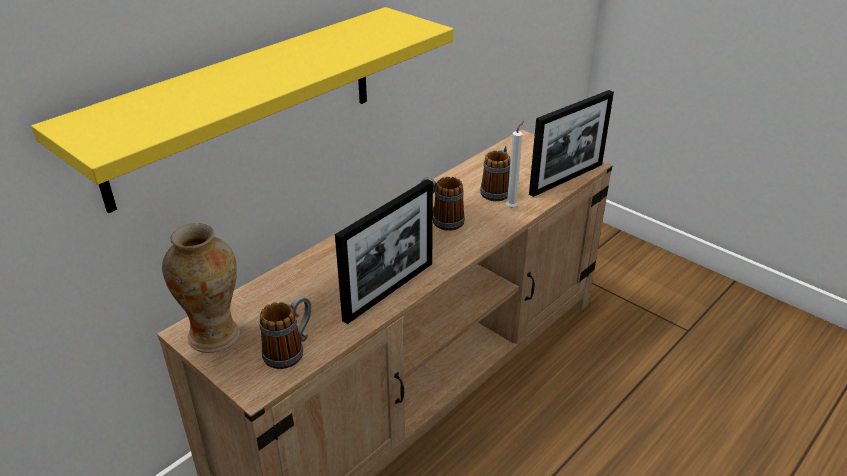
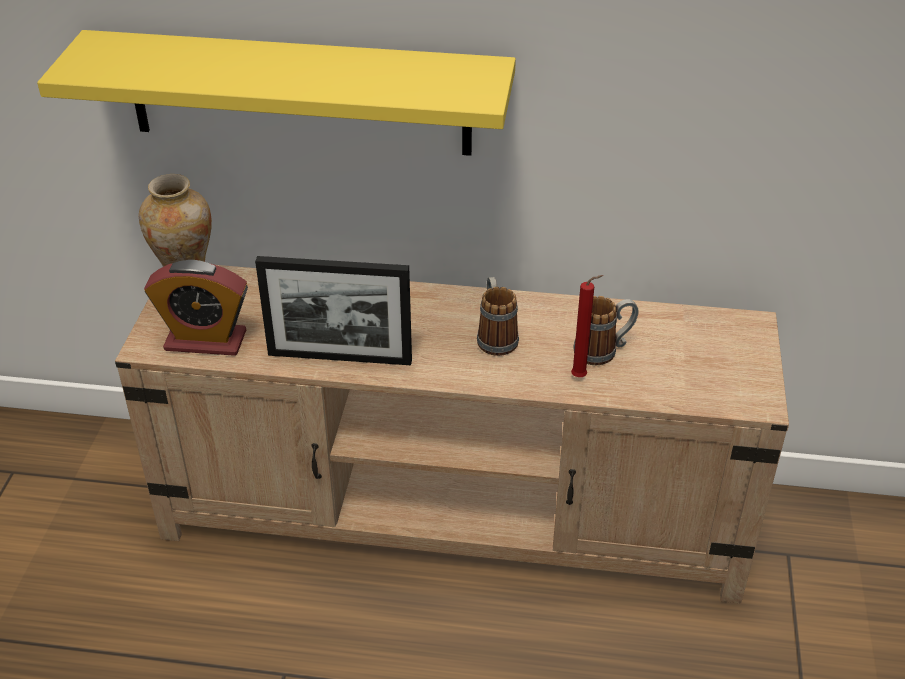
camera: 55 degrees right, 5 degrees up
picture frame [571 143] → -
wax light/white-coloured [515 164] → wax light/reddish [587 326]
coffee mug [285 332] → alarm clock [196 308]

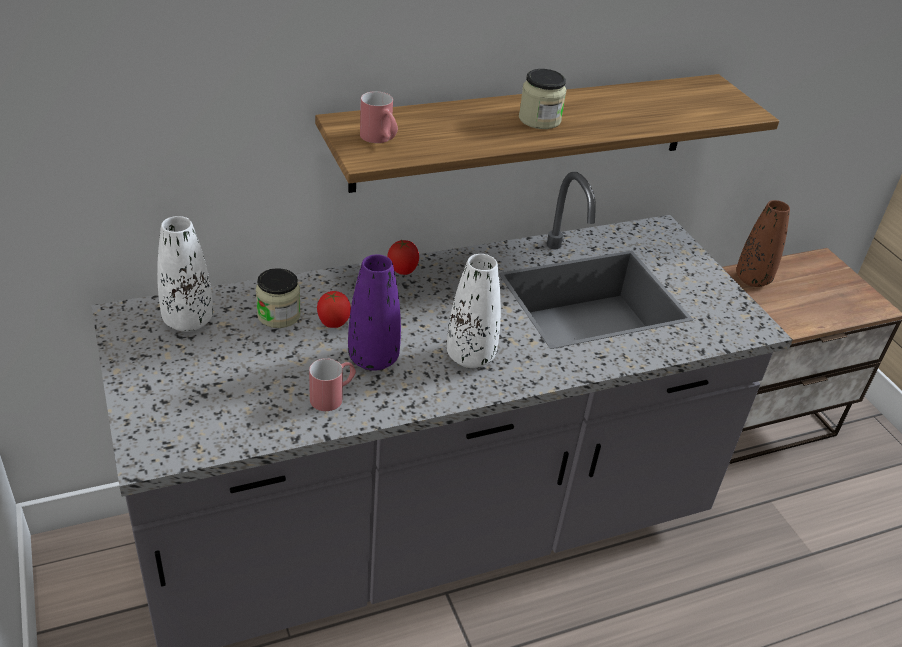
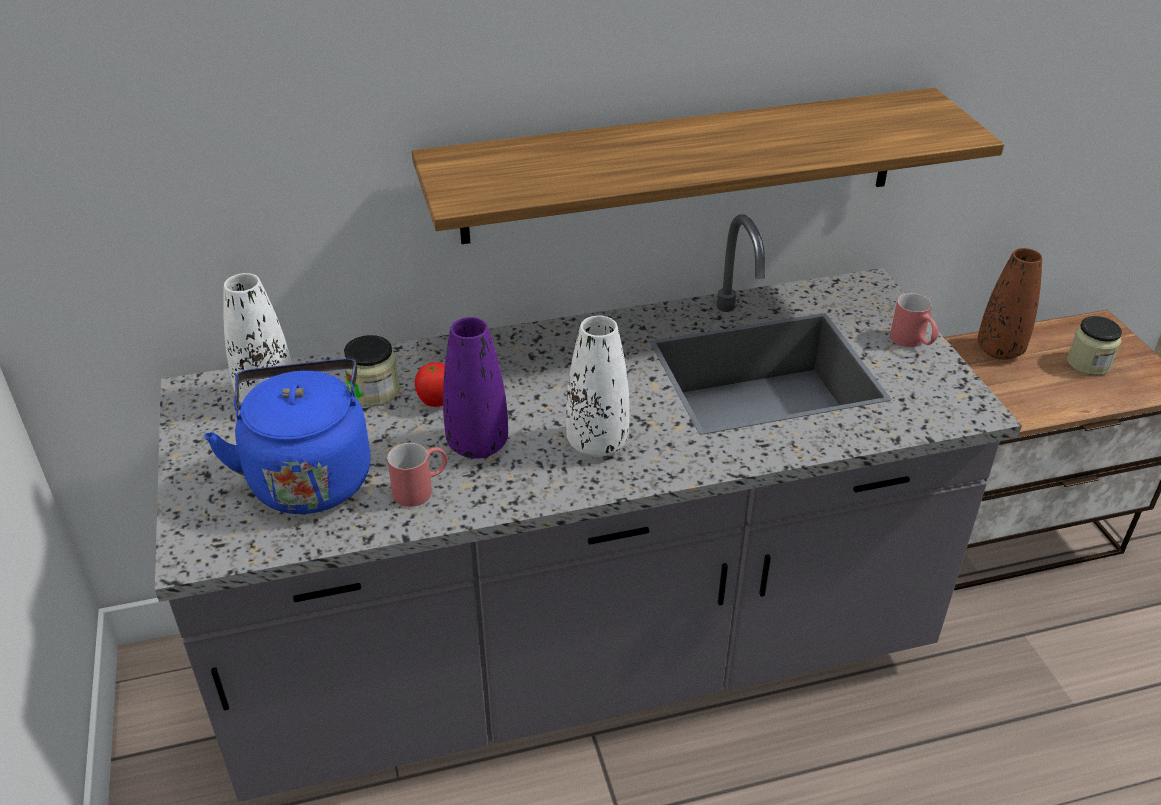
camera: 10 degrees right, 0 degrees up
preserve jar [542 99] → preserve jar [1094 346], shifted
coffee mug/reddish [379 117] → coffee mug/reddish [914 320], shifted
whole tomato [403 257] → -
- → water kettle/blue-coloured [287 436]

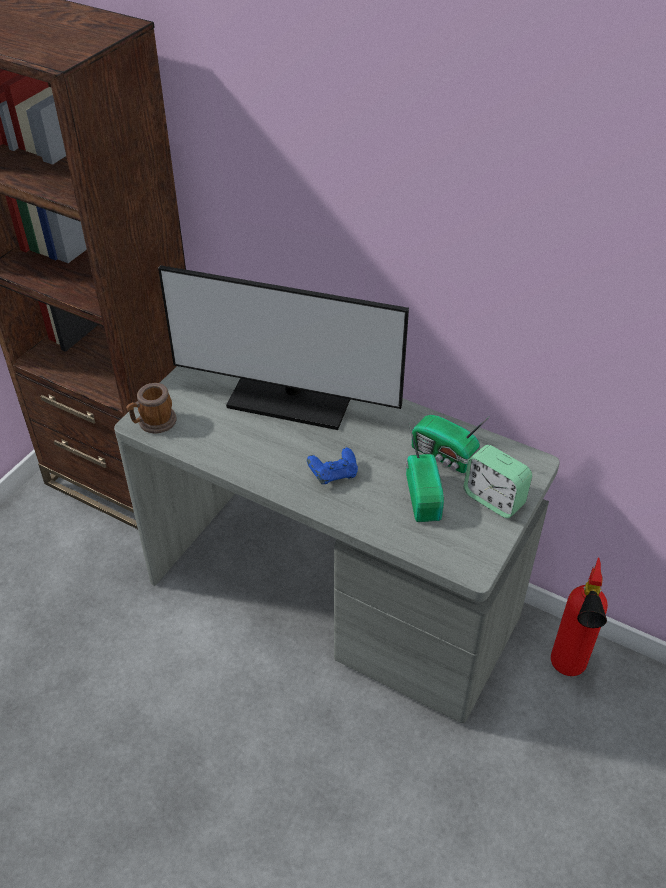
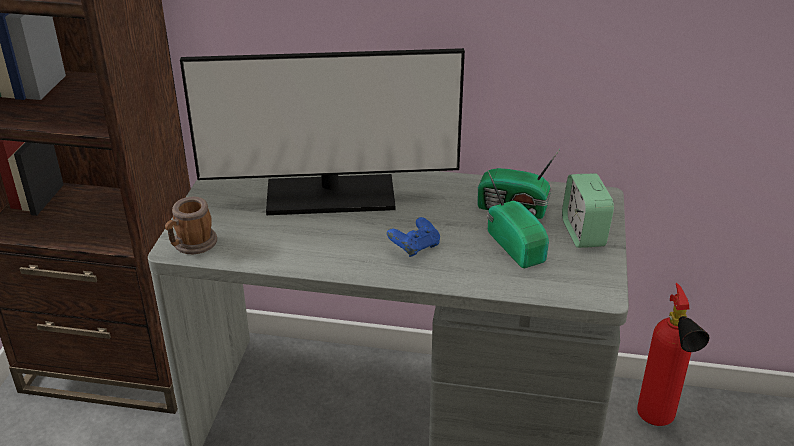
camera: 20 degrees left, 10 degrees down
alarm clock [498 481] → alarm clock [588 210], 60 degrees clockwise

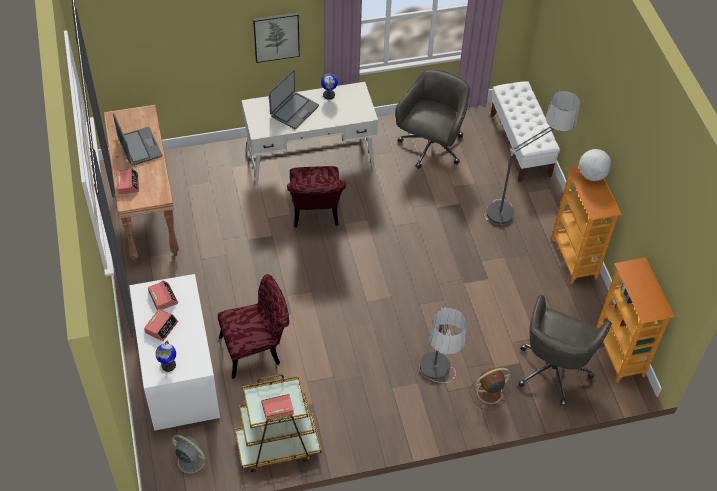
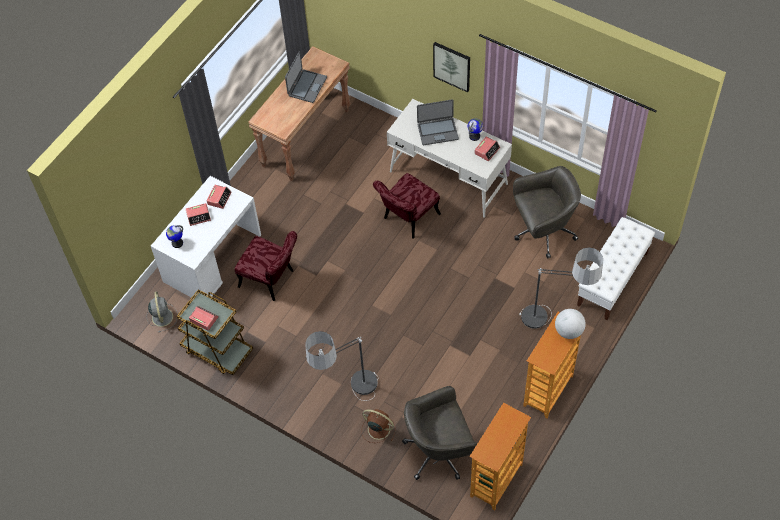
camera: 50 degrees right, 5 degrees up
alarm clock [127 181] → alarm clock [487 148], shifted

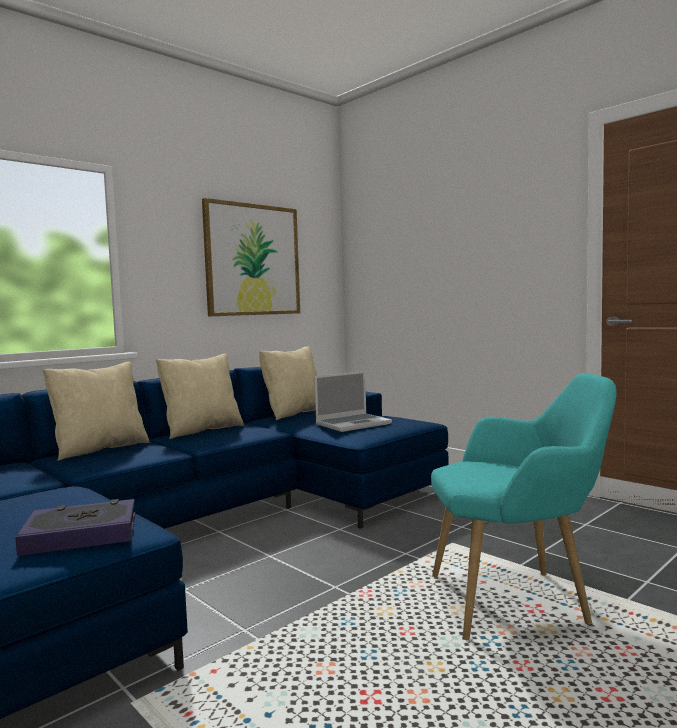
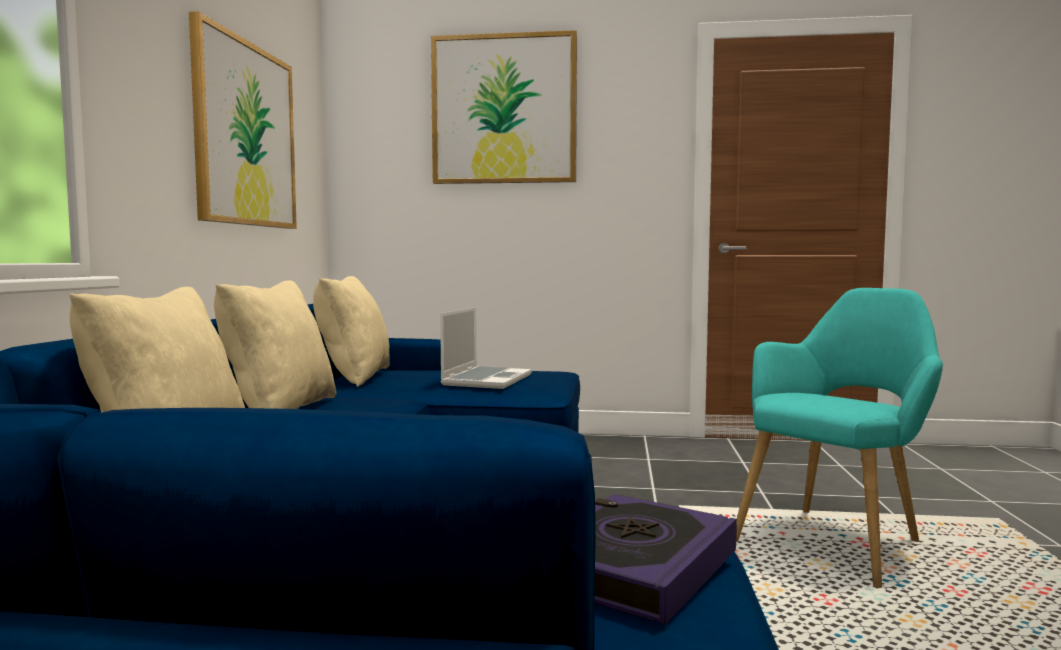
camera: 40 degrees left, 0 degrees up
- → wall art [504 107]

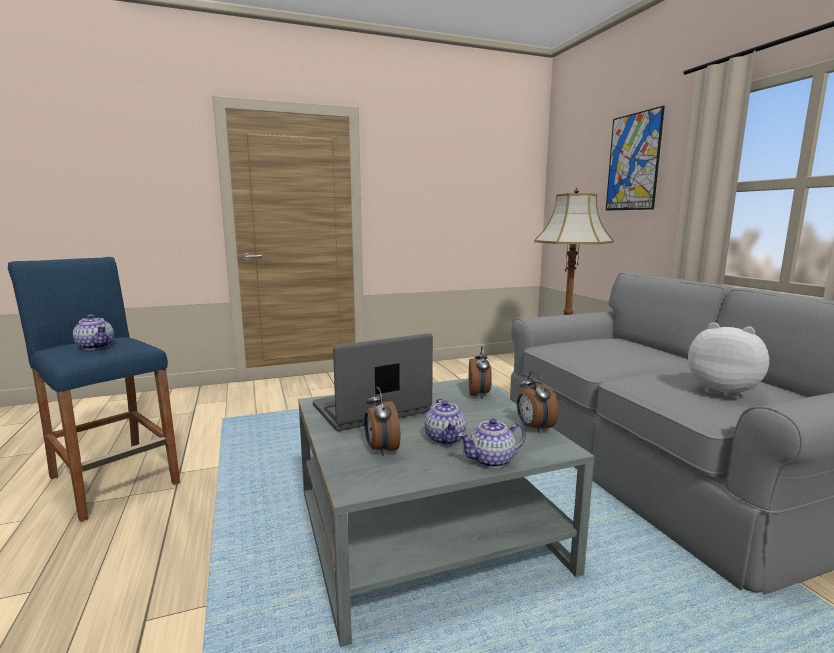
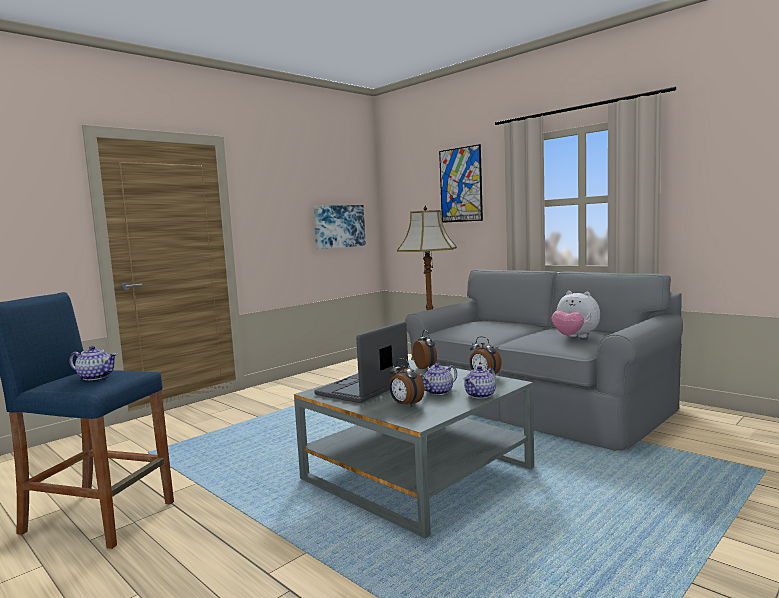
camera: 25 degrees left, 5 degrees down
soft toy [728 360] → soft toy [576 314], 150 degrees counterclockwise
tea pot [445 421] → tea pot [438 379], 90 degrees clockwise
- → wall art [339 227]

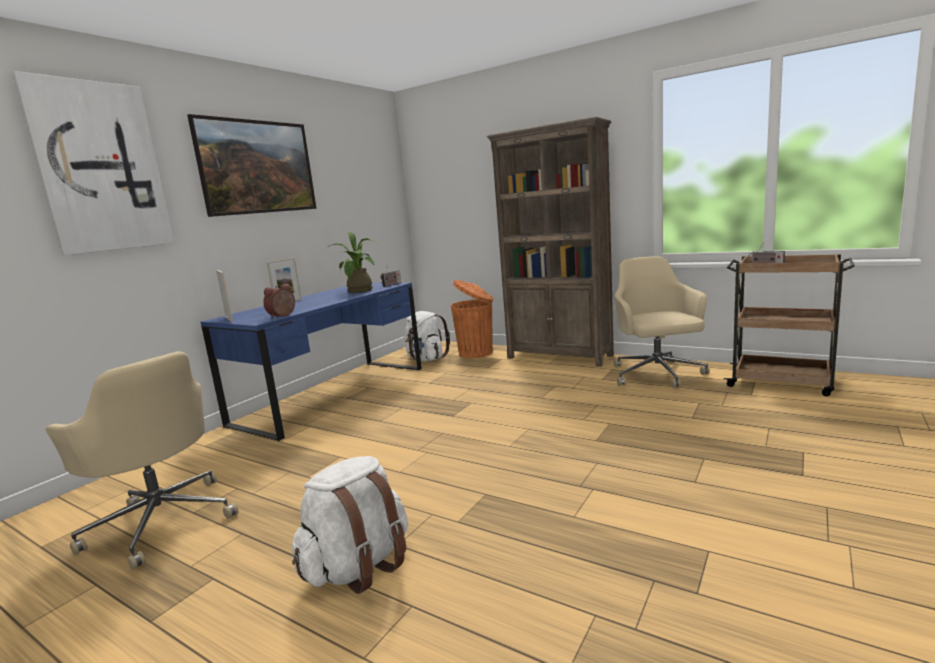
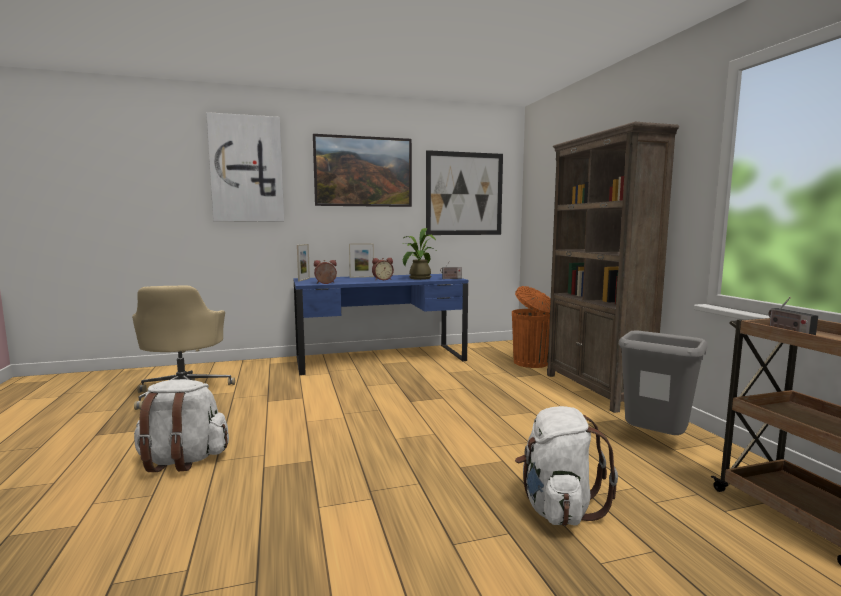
camera: 40 degrees right, 5 degrees down
desk chair/beige [662 322] → waste bin/greyish [662 383]
knapsack/white-coloured [427 336] → knapsack/white-coloured [566 466], shifted
- → wall art [464 192]
- → alarm clock [383 269]

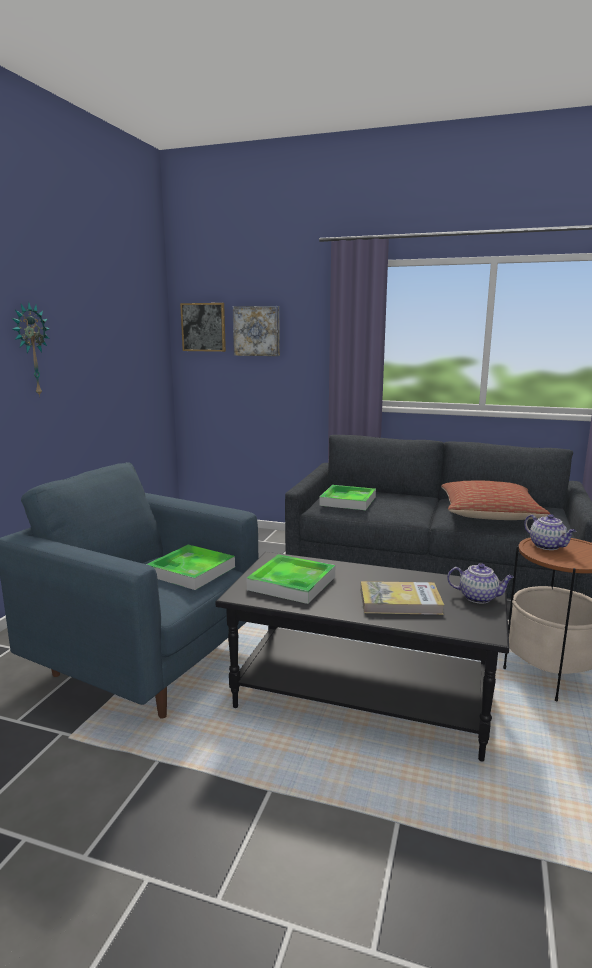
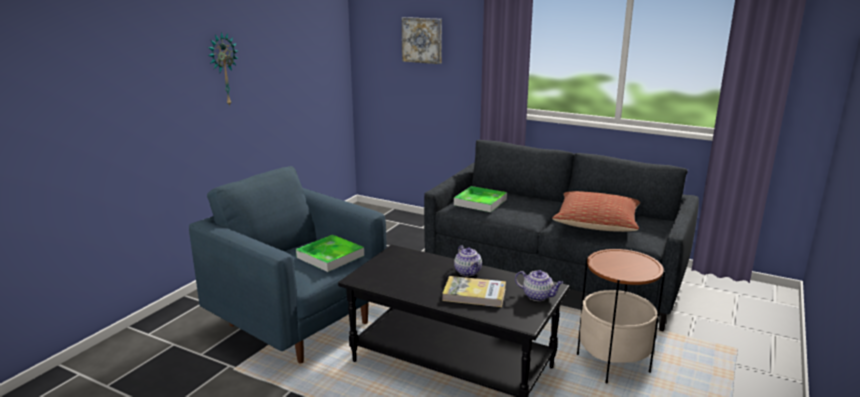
camera: 10 degrees right, 5 degrees up
wall art [203 327] → -
tea pot [550 532] → tea pot [468 260], shifted
tray [291 579] → -

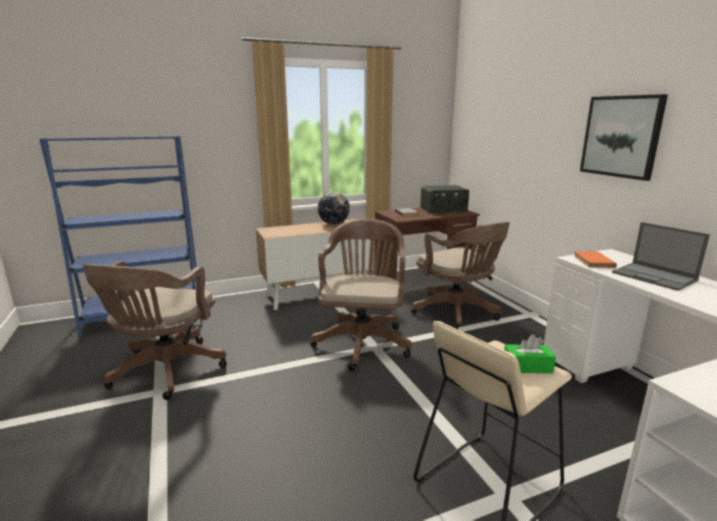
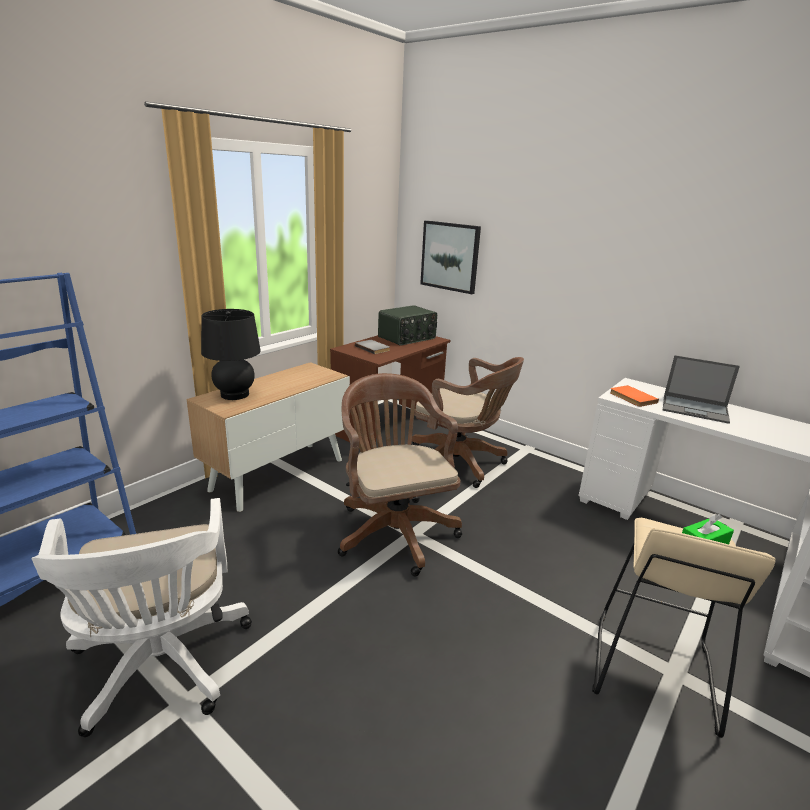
camera: 30 degrees left, 5 degrees up
wall art [624 137] → wall art [450 257], shifted
world globe [334 208] → -
desk chair/brown-coloured [154 330] → desk chair/white-coloured [141 617]
- → lamp for a table/black-coloured [231 354]

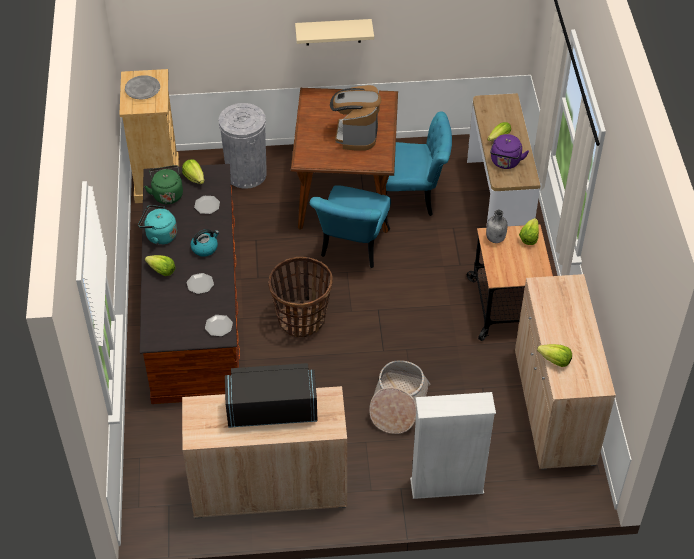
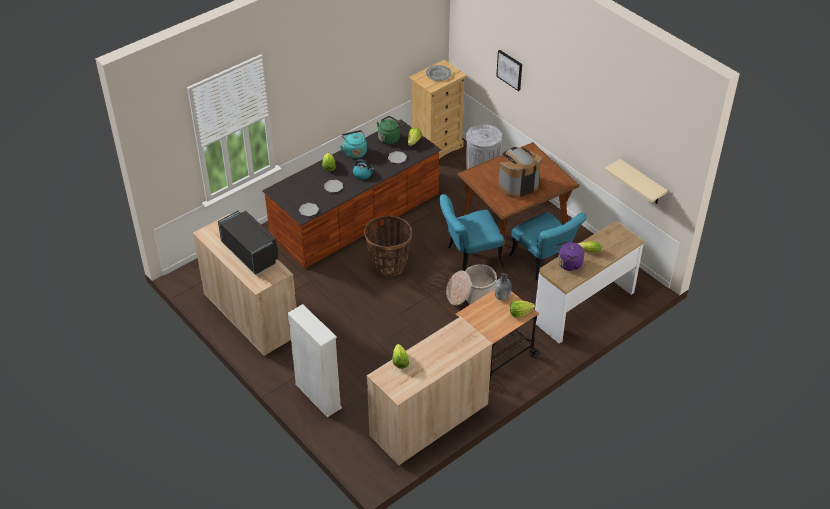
camera: 55 degrees right, 5 degrees down
bracket shelf/beige [334 32] → bracket shelf/beige [636 181], shifted
basket [400 397] → basket [471 285], shifted
- → wall art [509 70]

